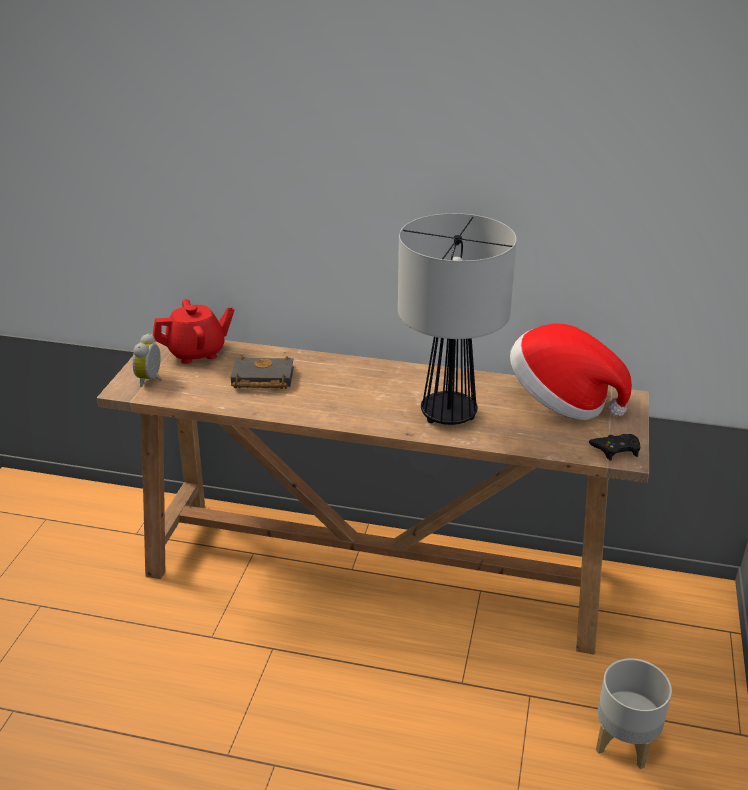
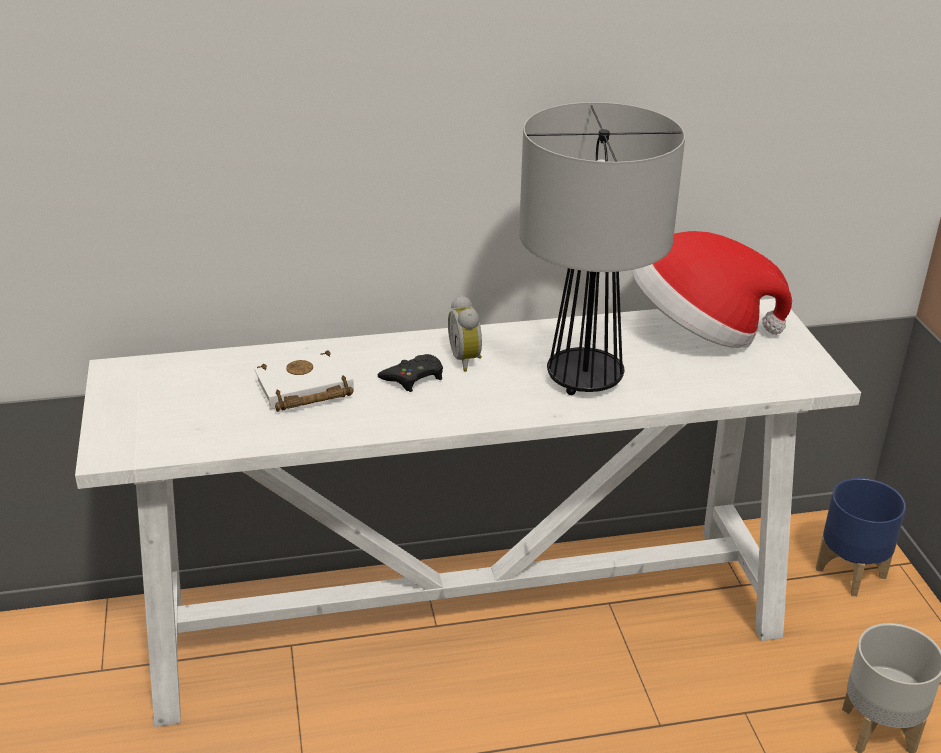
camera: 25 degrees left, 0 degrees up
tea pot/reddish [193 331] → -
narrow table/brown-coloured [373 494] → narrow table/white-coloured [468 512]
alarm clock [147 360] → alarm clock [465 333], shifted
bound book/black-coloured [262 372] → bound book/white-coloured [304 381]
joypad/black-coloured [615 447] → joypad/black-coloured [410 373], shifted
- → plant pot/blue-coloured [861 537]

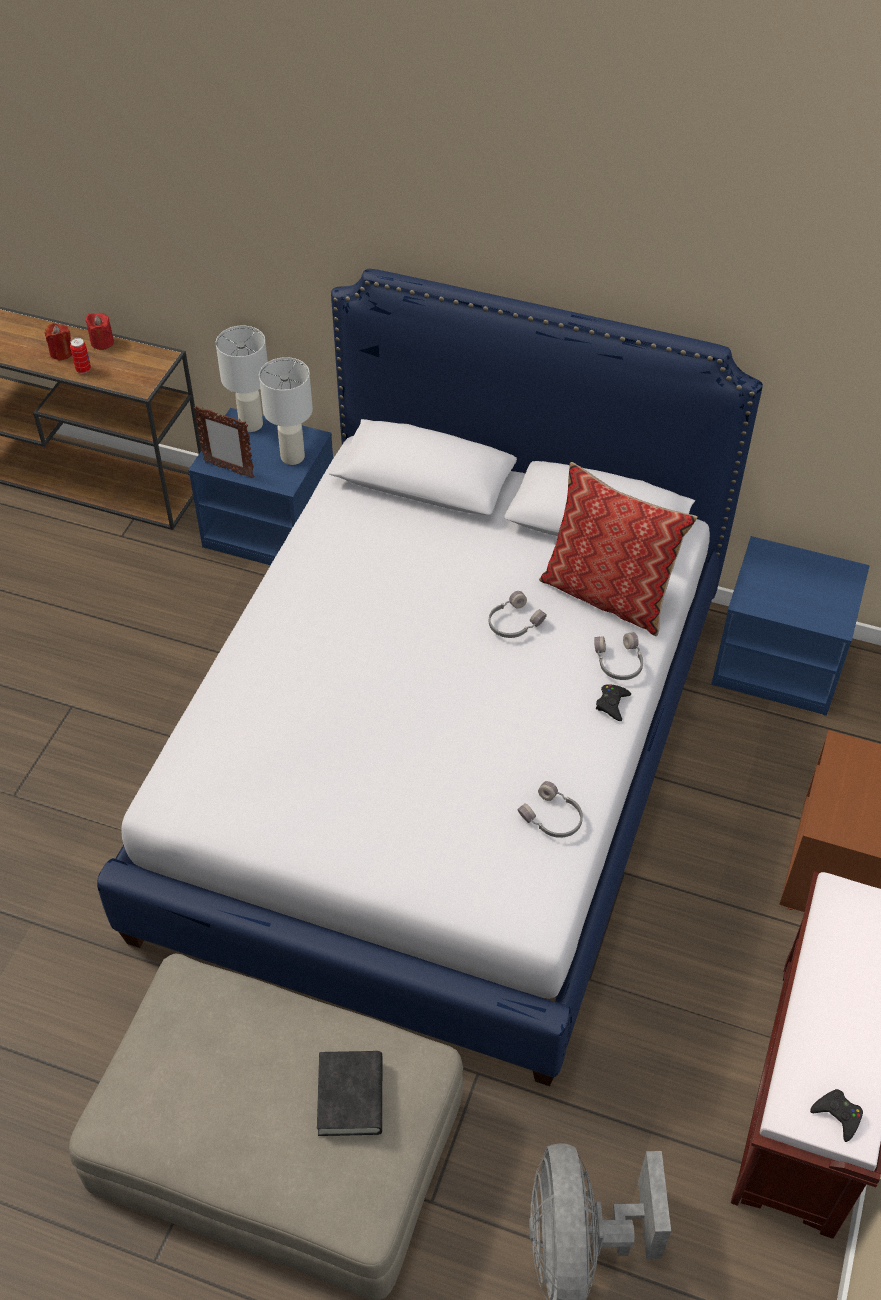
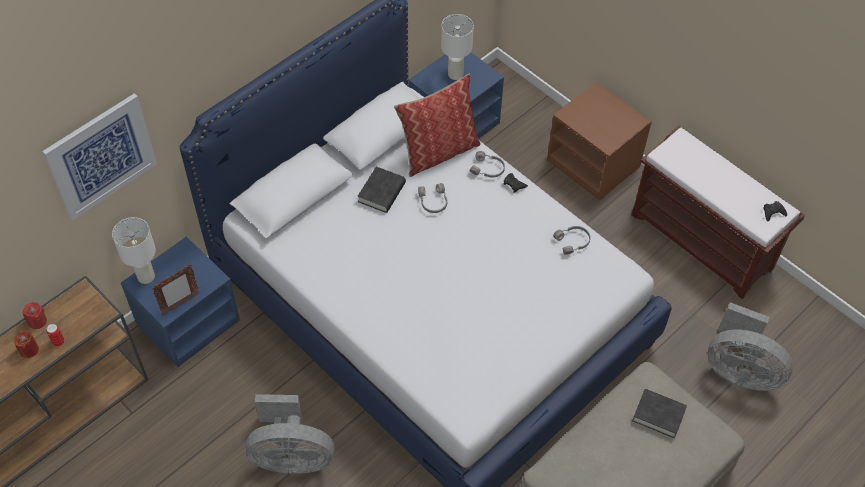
camera: 65 degrees left, 5 degrees up
lamp for a table/white-coloured [286 411] → lamp for a table/white-coloured [457 47], shifted
- → wall art [99 156]
- → bound book/black-coloured [382 190]
- → electric fan/greyish [290 434]

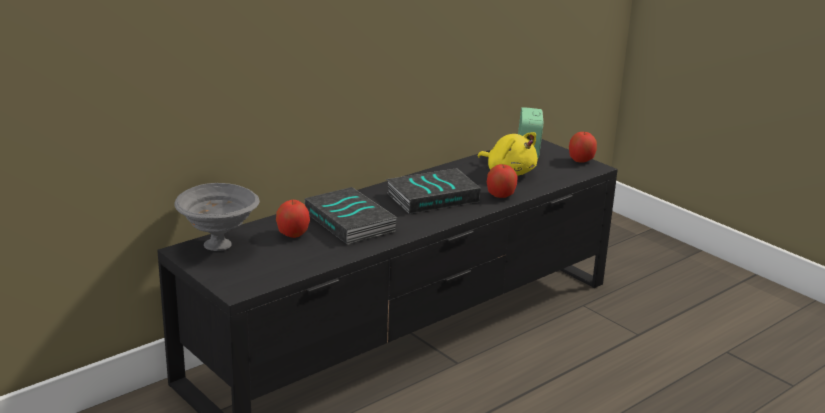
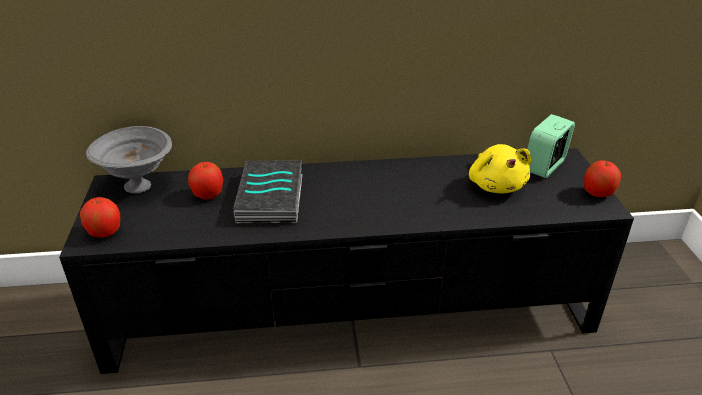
camera: 35 degrees right, 10 degrees up
whole apple [502 181] → whole apple [100 217], shifted
bound book [433 191] → -

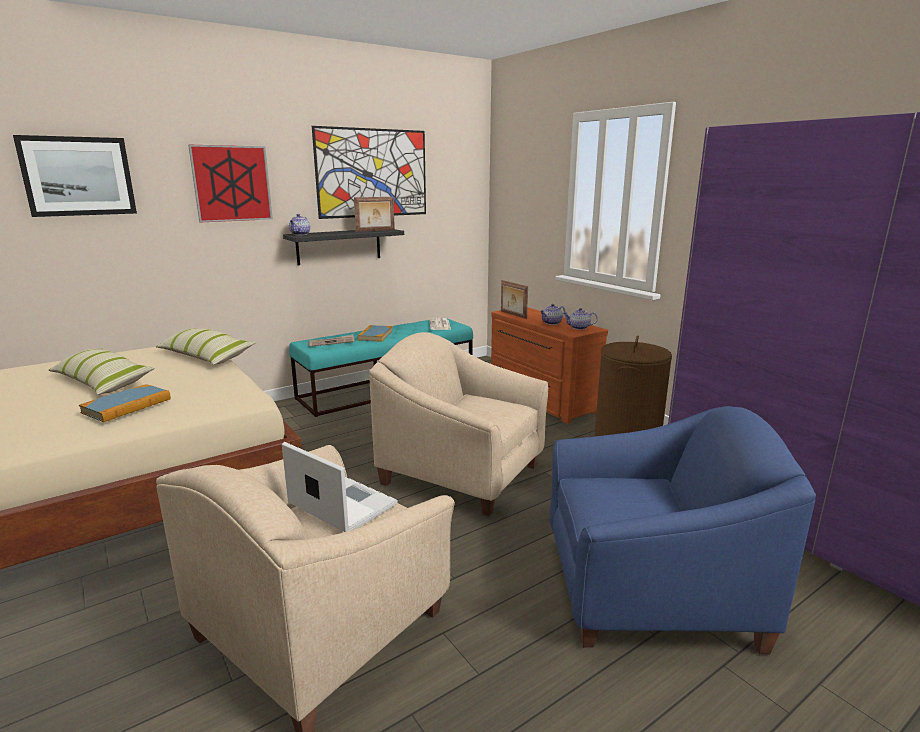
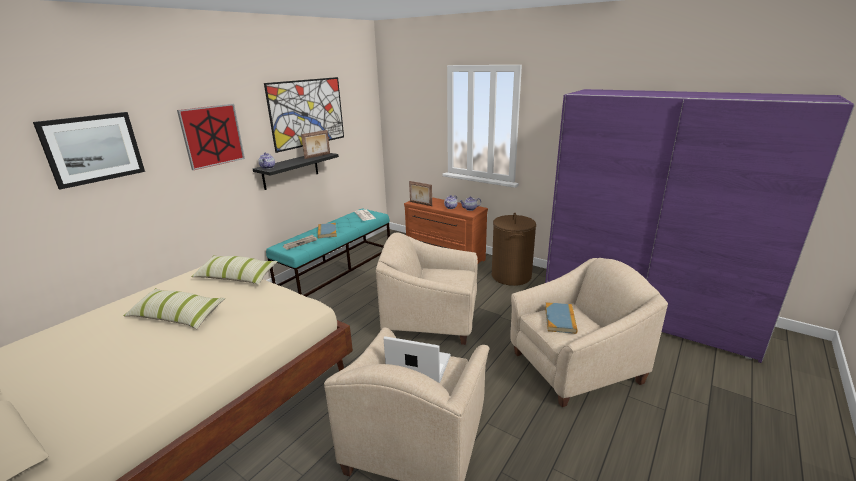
camera: 20 degrees left, 5 degrees up
bound book [125 403] → bound book [561 318], shifted
easy chair/blue-coloured [683 530] → easy chair/beige [589 332]

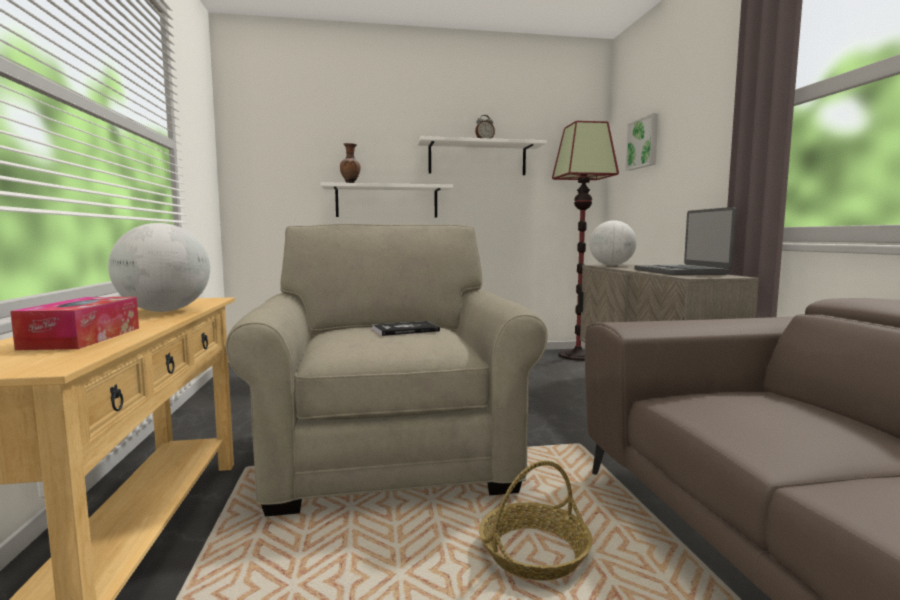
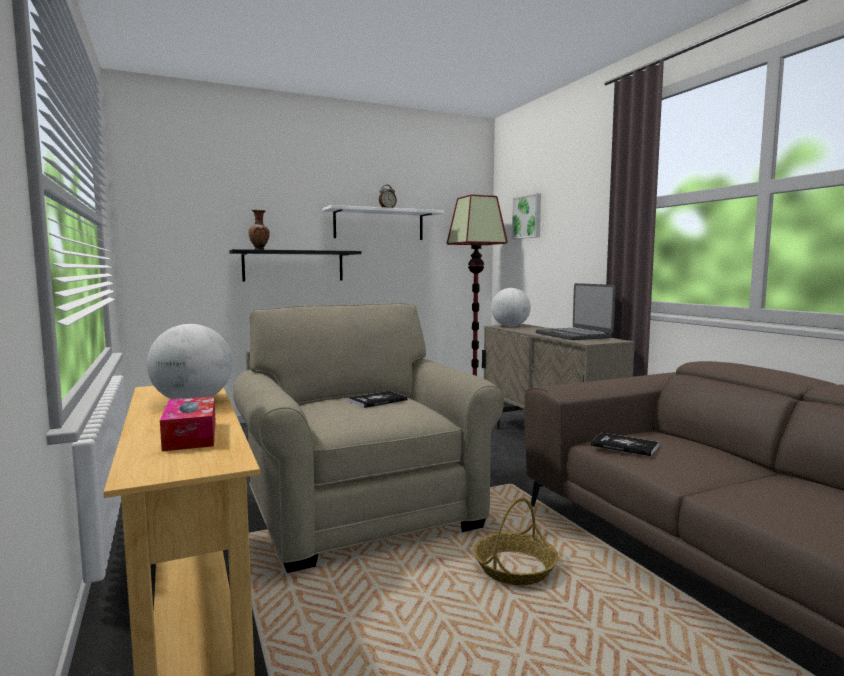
camera: 15 degrees left, 0 degrees up
bracket shelf/white-coloured [387 199] → bracket shelf/black-coloured [295 265]
- → bound book [625 444]

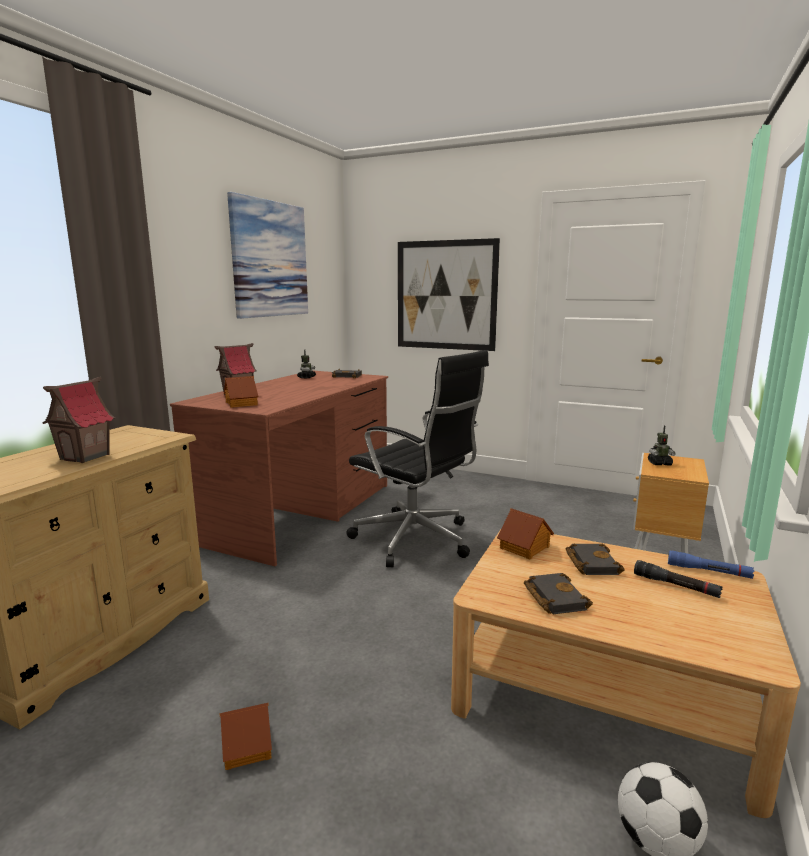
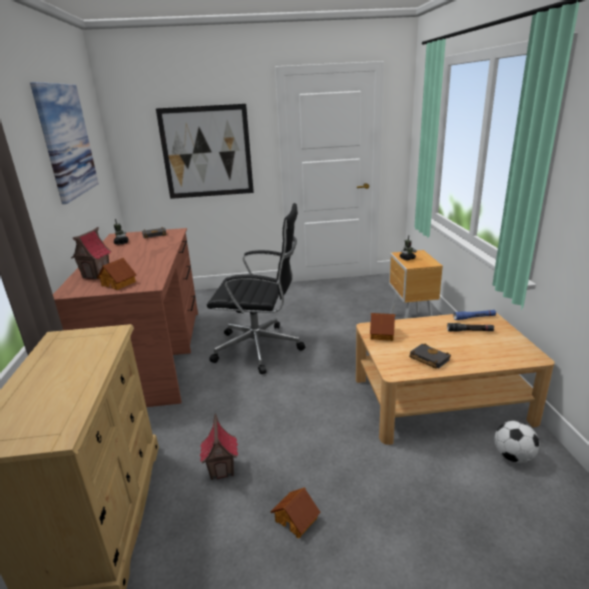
camera: 30 degrees left, 10 degrees up
model house [78 420] → model house [219 446], shifted
bound book/black-coloured [595 559] → -

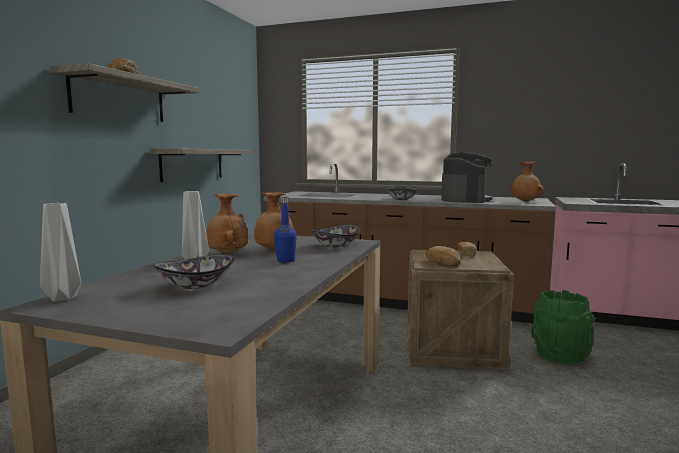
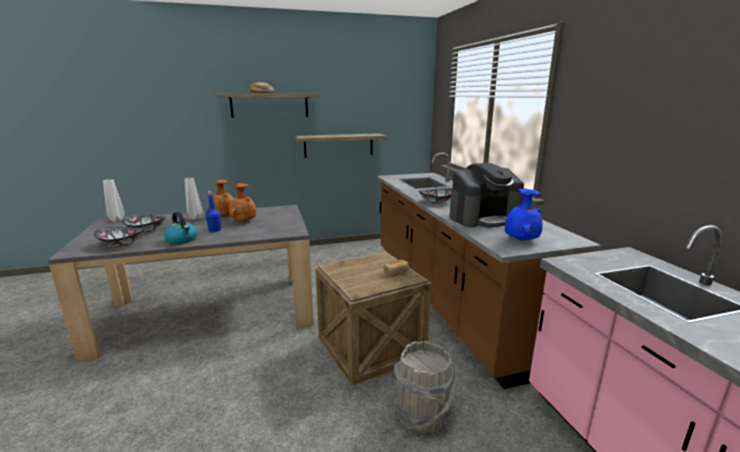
camera: 55 degrees right, 10 degrees up
decorative vase/brown-coloured [527 182] → decorative vase/blue-coloured [524 215]
deep dish [336 236] → deep dish [119 237], shifted
bread [443 256] → -
bucket/green-coloured [563 327] → bucket/greyish [426 387]
- → water kettle [180 228]

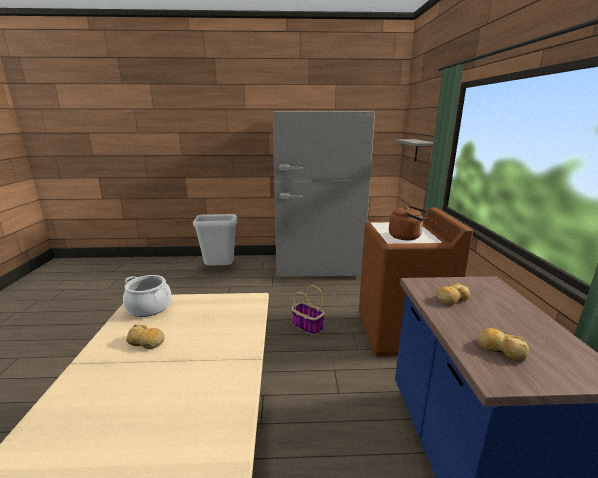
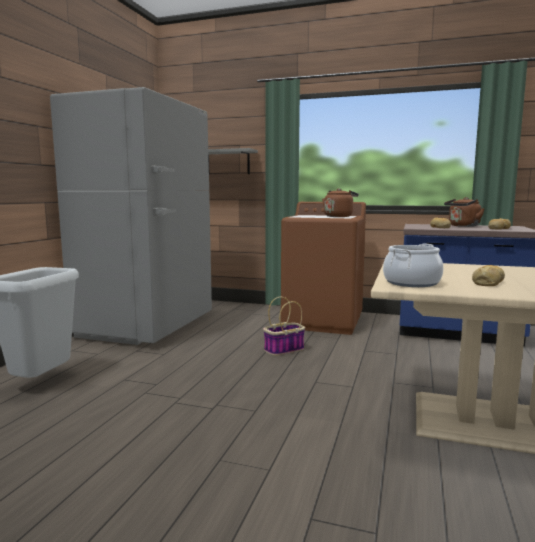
camera: 70 degrees left, 10 degrees down
- → water kettle/brown-coloured [464 212]

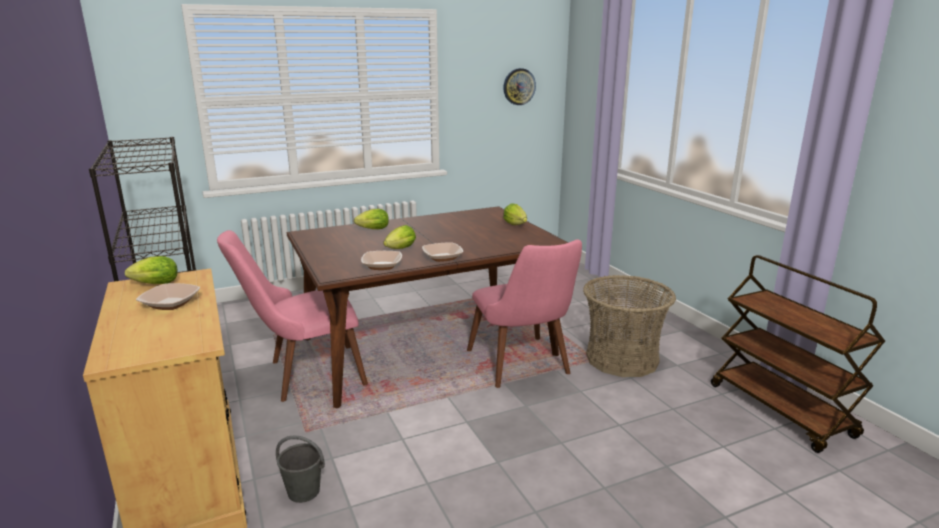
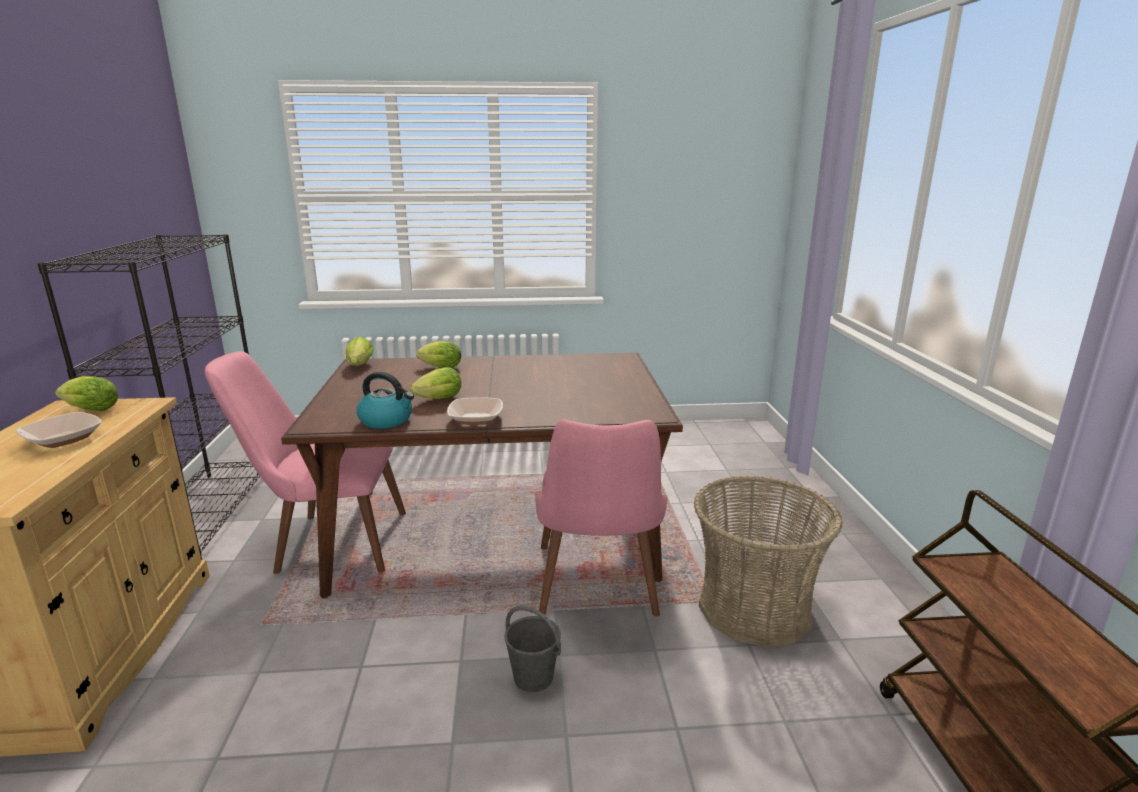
camera: 20 degrees right, 0 degrees up
wall clock [519 86] → -
lettuce [515 214] → lettuce [360 351], shifted
deep dish [381 260] → water kettle [385 400]
bucket/greyish [300 469] → bucket/greyish [532 649], shifted

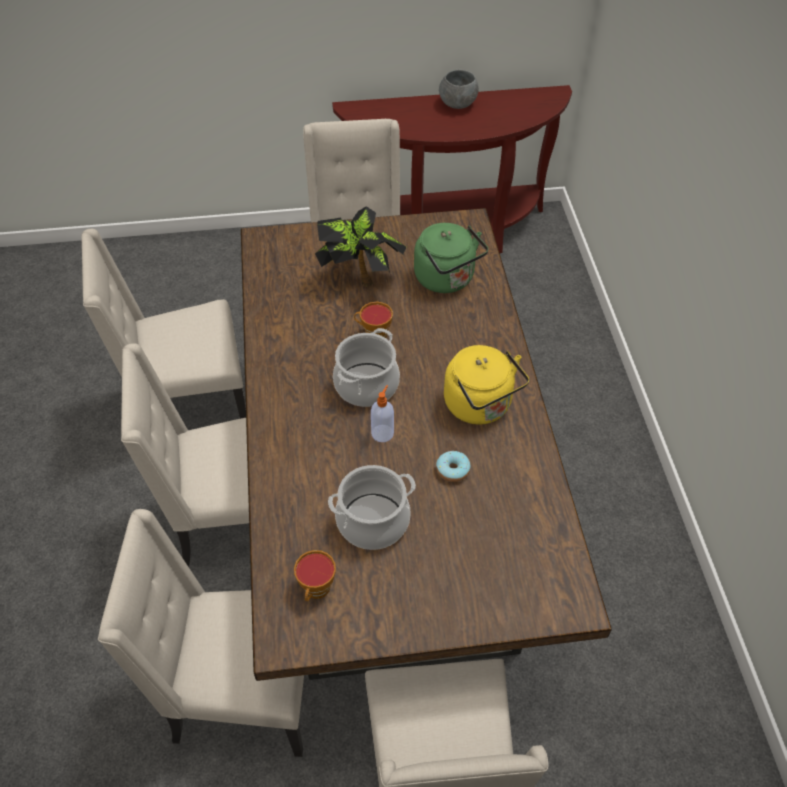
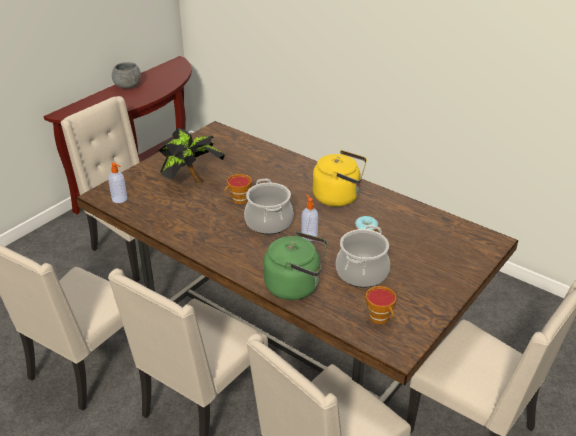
camera: 45 degrees left, 15 degrees down
water kettle/green-coloured [451 258] → water kettle/green-coloured [295 266], shifted
- → liquid soap bottle [117 182]

